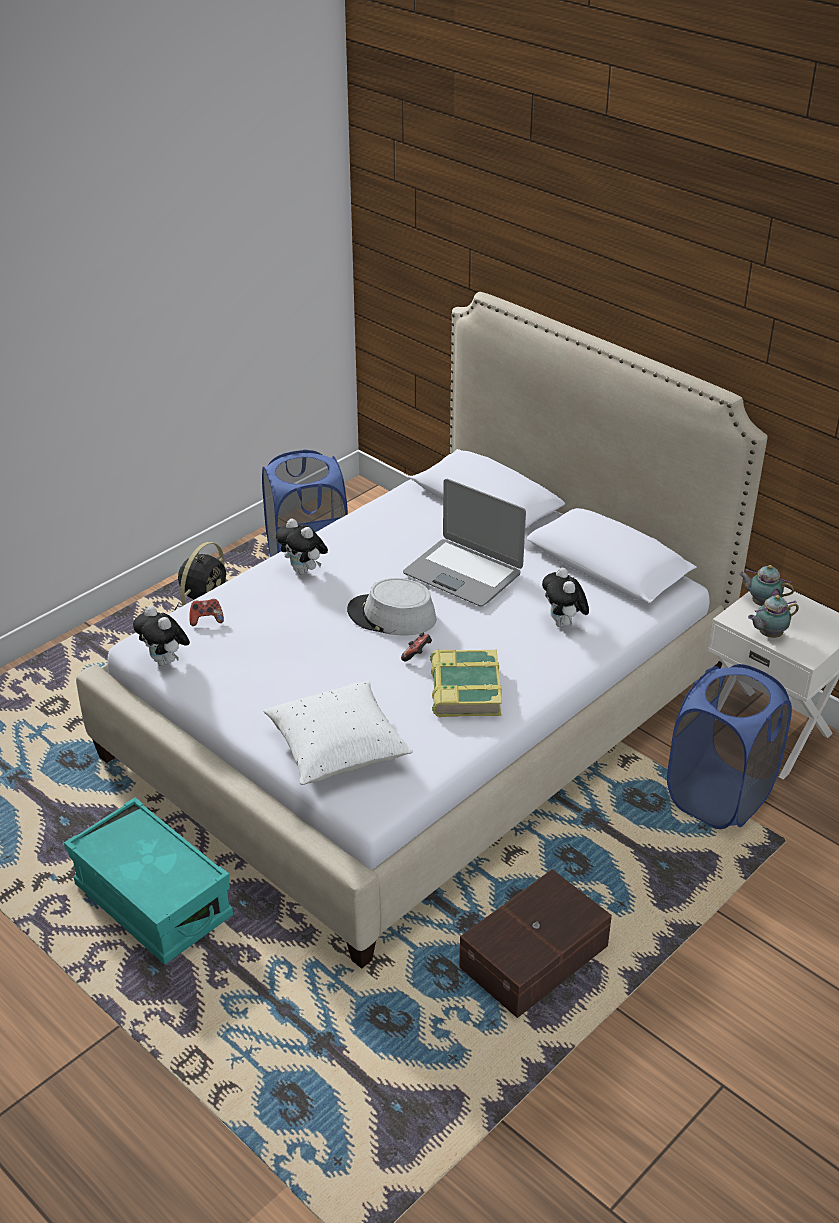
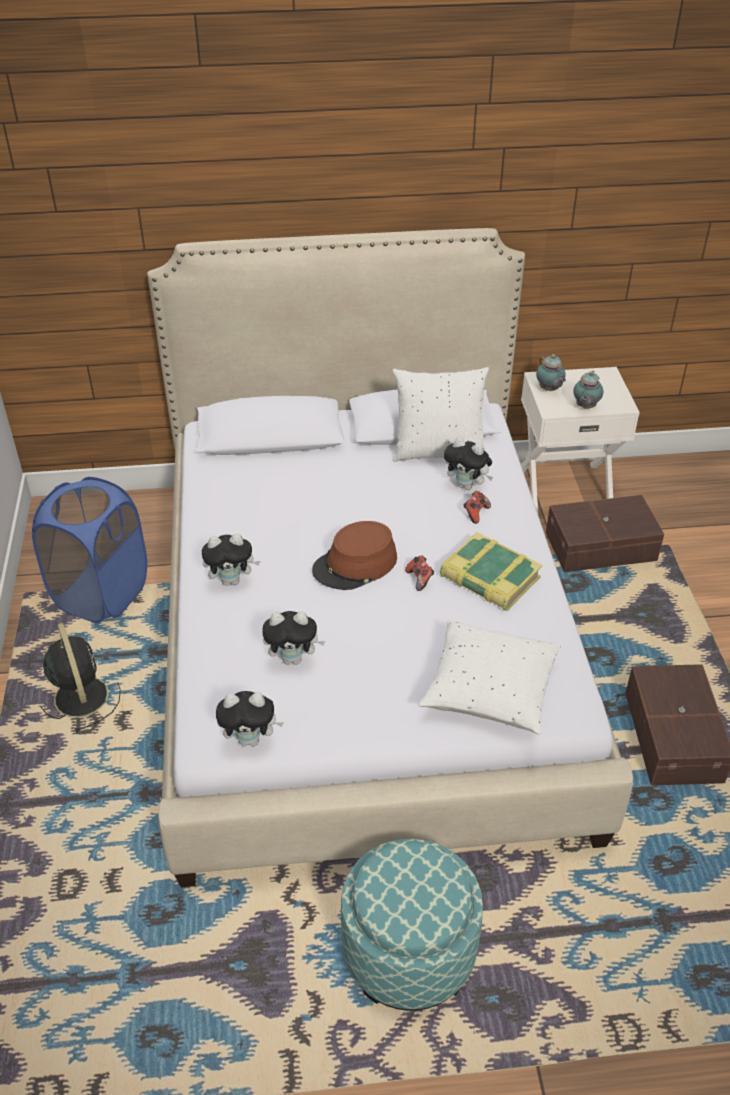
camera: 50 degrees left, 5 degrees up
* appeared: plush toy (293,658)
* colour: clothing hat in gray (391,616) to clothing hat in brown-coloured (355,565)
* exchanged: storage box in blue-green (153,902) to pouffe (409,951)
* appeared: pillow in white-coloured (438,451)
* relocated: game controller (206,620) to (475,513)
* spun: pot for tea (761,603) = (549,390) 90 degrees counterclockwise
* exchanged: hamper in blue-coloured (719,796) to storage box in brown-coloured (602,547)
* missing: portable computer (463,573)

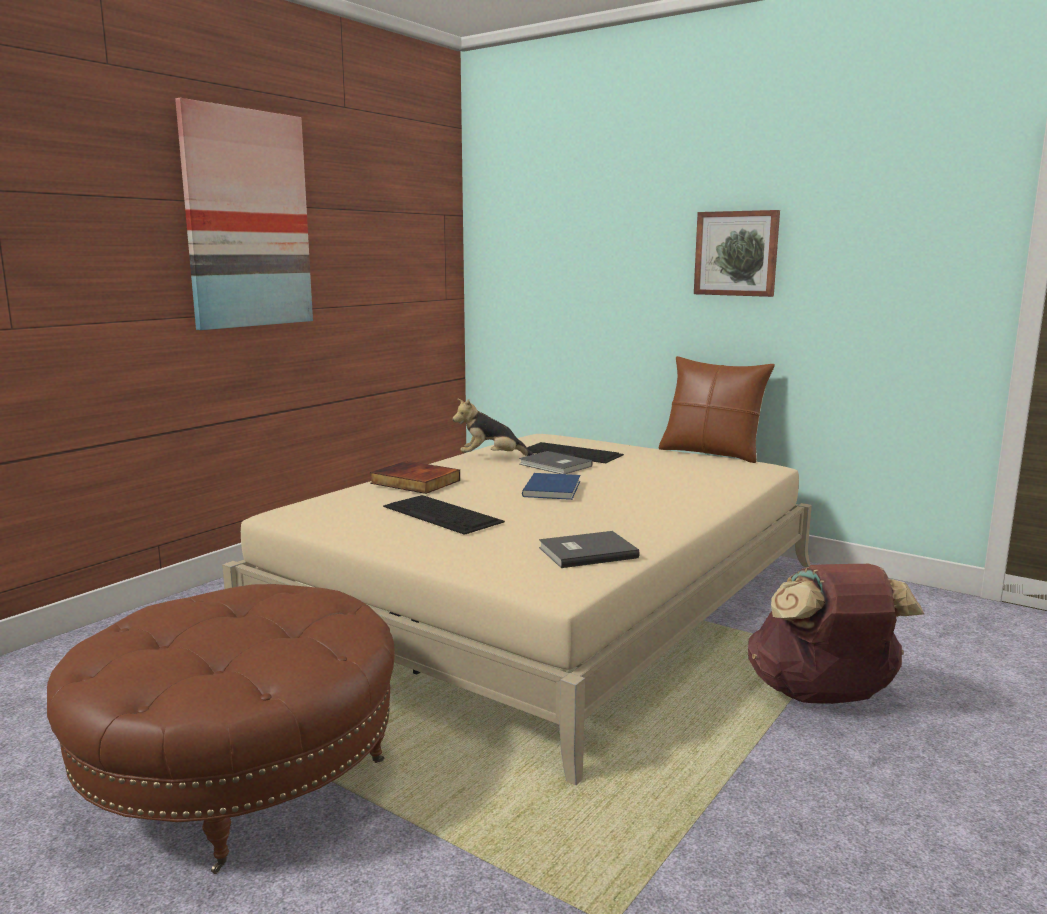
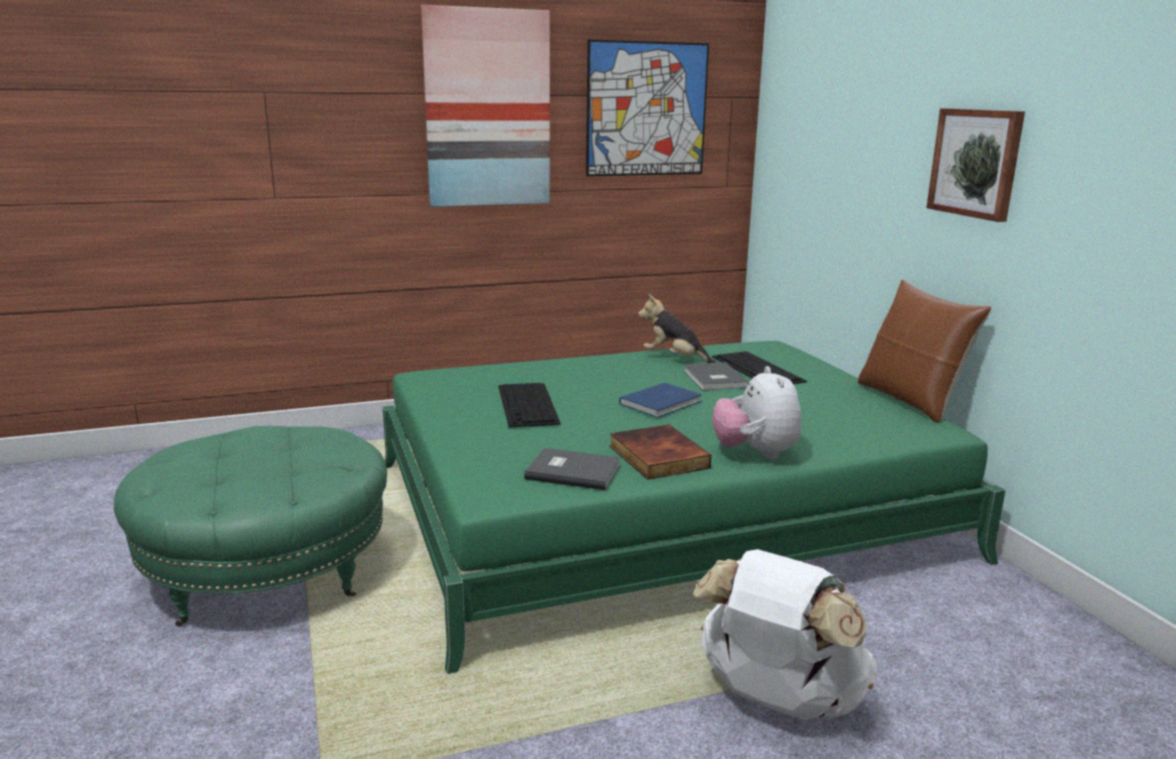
camera: 35 degrees right, 5 degrees up
* colour: pouffe in brown-coloured (241,776) to pouffe in greenish (267,570)
* colour: bedroom bed in beige-coloured (547,598) to bedroom bed in greenish (658,510)
* appeared: wall picture (646,109)
* relocated: volume (414,482) to (656,457)
* colour: backpack in brown-coloured (823,697) to backpack in white-coloured (778,699)
* appeared: plush toy (755,453)

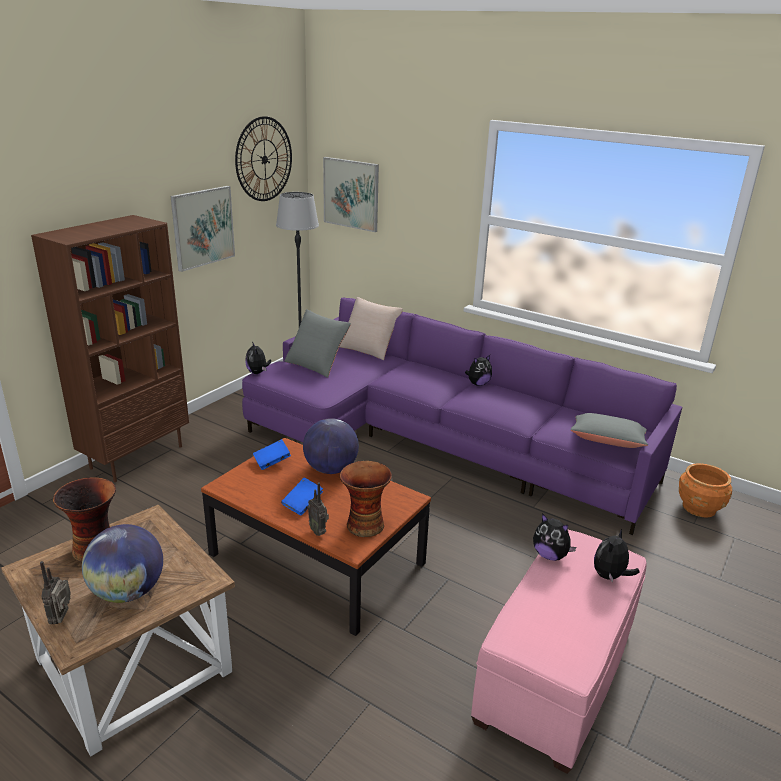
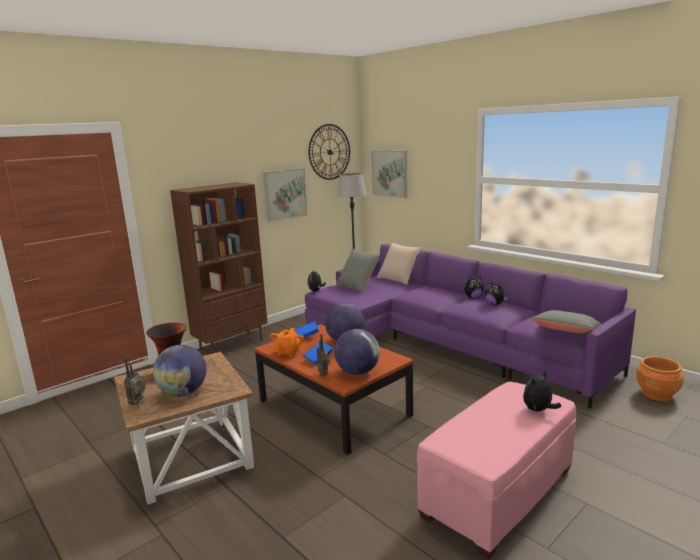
camera: 15 degrees right, 10 degrees down
* appeared: pot for tea in orangey (287,352)
* exchanged: vase (364,524) to world globe (357,372)
* relocated: plush toy (550,555) to (495,304)

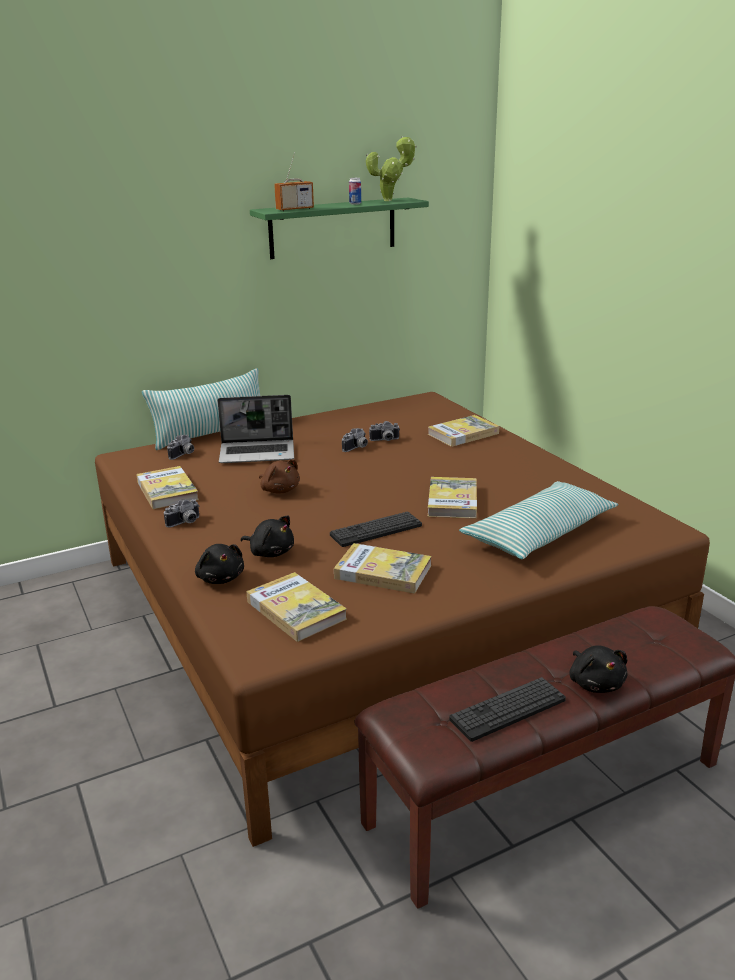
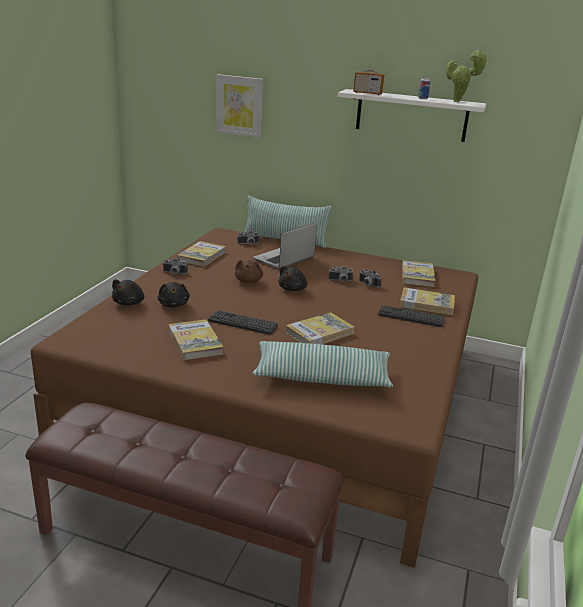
camera: 45 degrees right, 0 degrees up
* appeared: wall picture (239,105)
* spun: portable computer (258,453) = (283,259) 90 degrees clockwise
* relocated: plush toy in black (595,683) to (293,289)
* colour: wall shelf in greenish (333,228) to wall shelf in white-coloured (411,115)
* relocated: computer keyboard (508,709) to (411,317)
* relocated: volume (296,610) to (417,276)

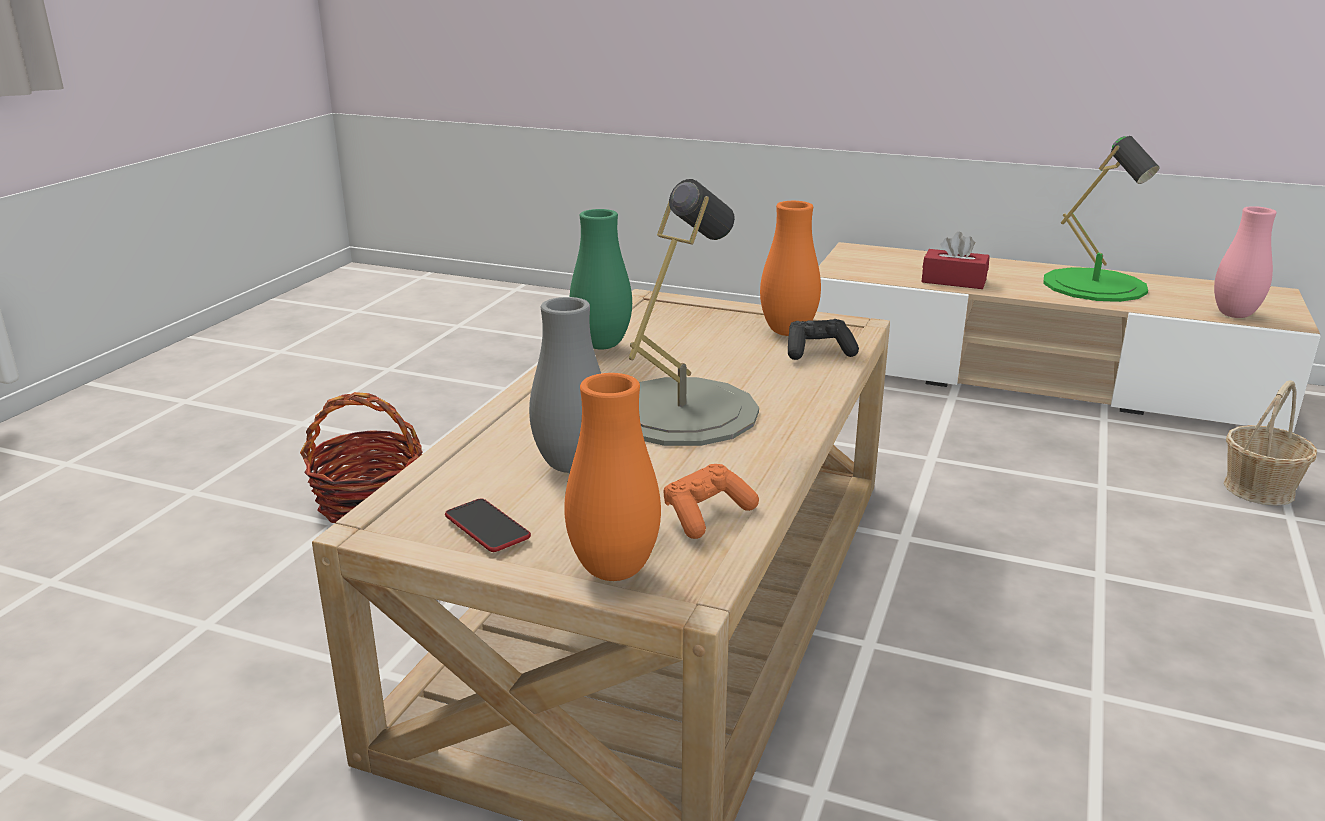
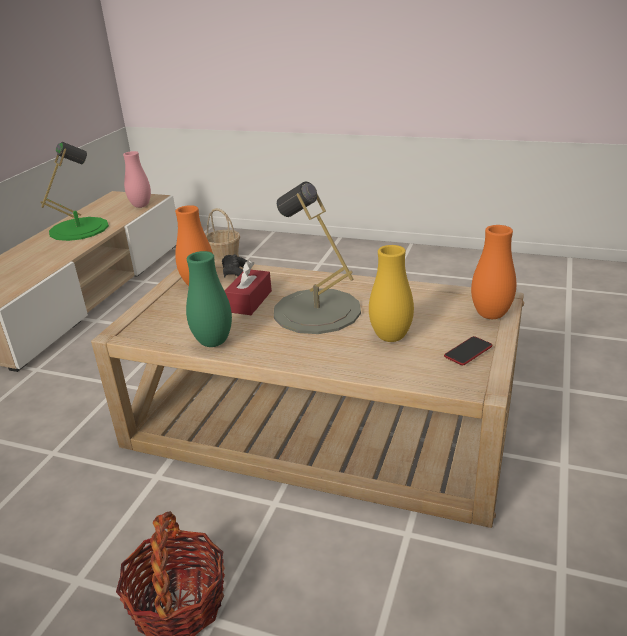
camera: 90 degrees left, 5 degrees up
* relocated: tissue box in reddish (953,281) to (249,301)
* colour: vase in gray (571,465) to vase in yellow (390,337)
* missing: game controller in orangey (706,515)

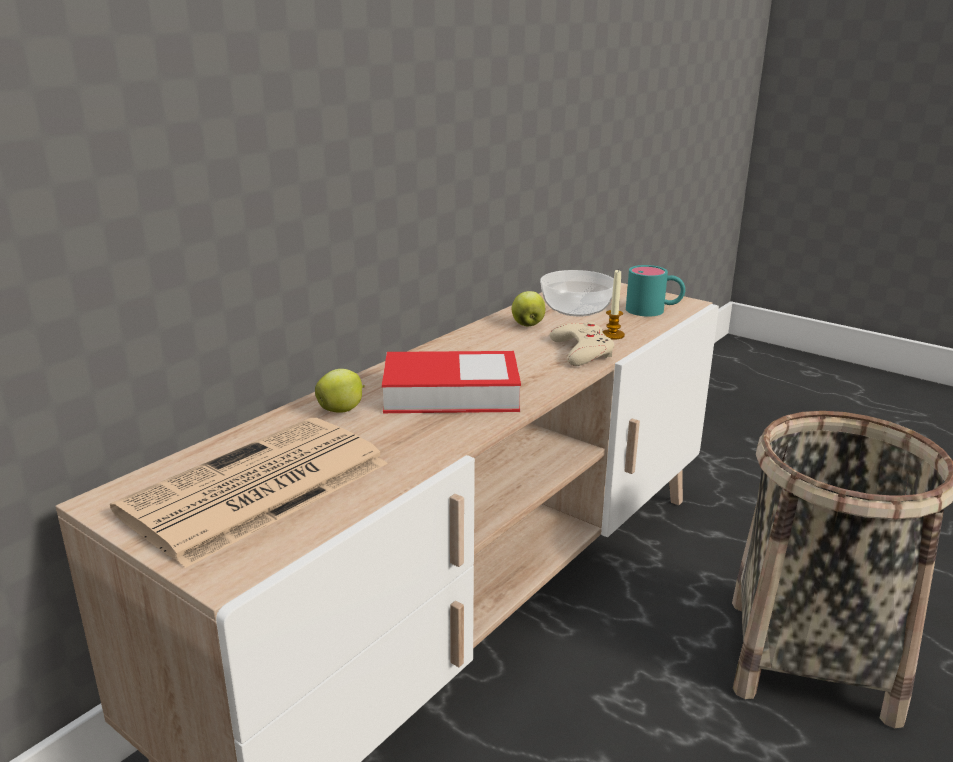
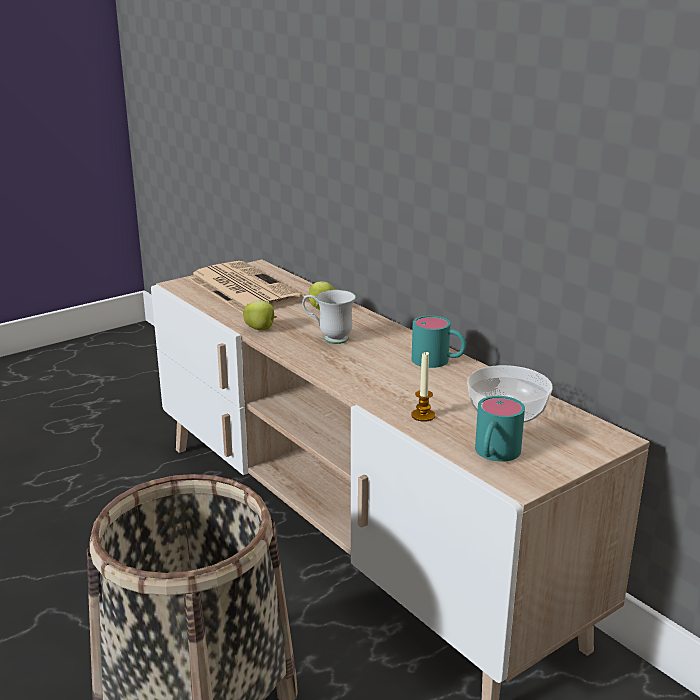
camera: 105 degrees right, 0 degrees up
* relocated: whole apple (528,325) to (261,329)
* exchanged: volume (451,393) to mug in white-coloured (328,338)
* appeared: mug in blue-green (438,361)
* missing: game controller in beige-coloured (582,351)

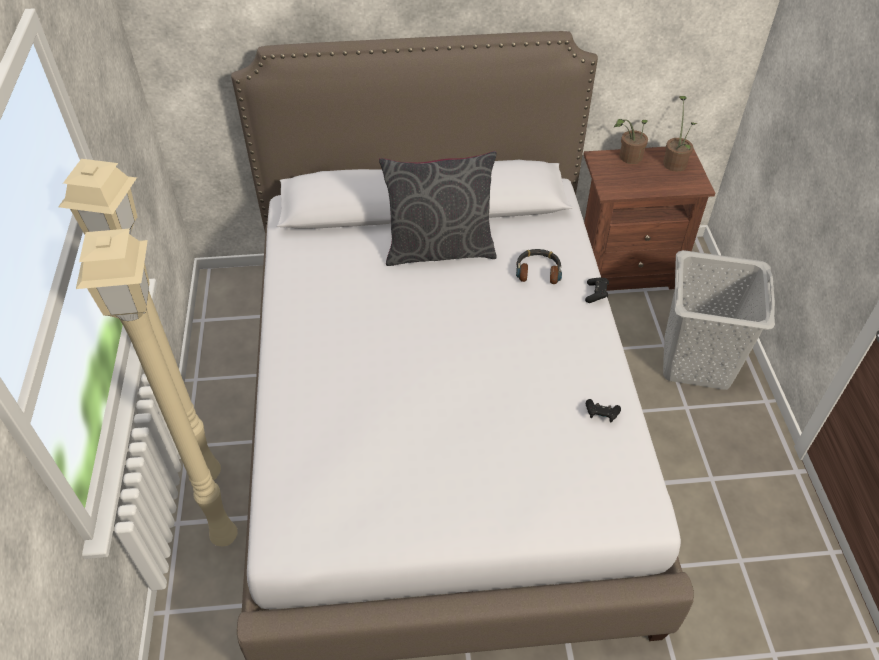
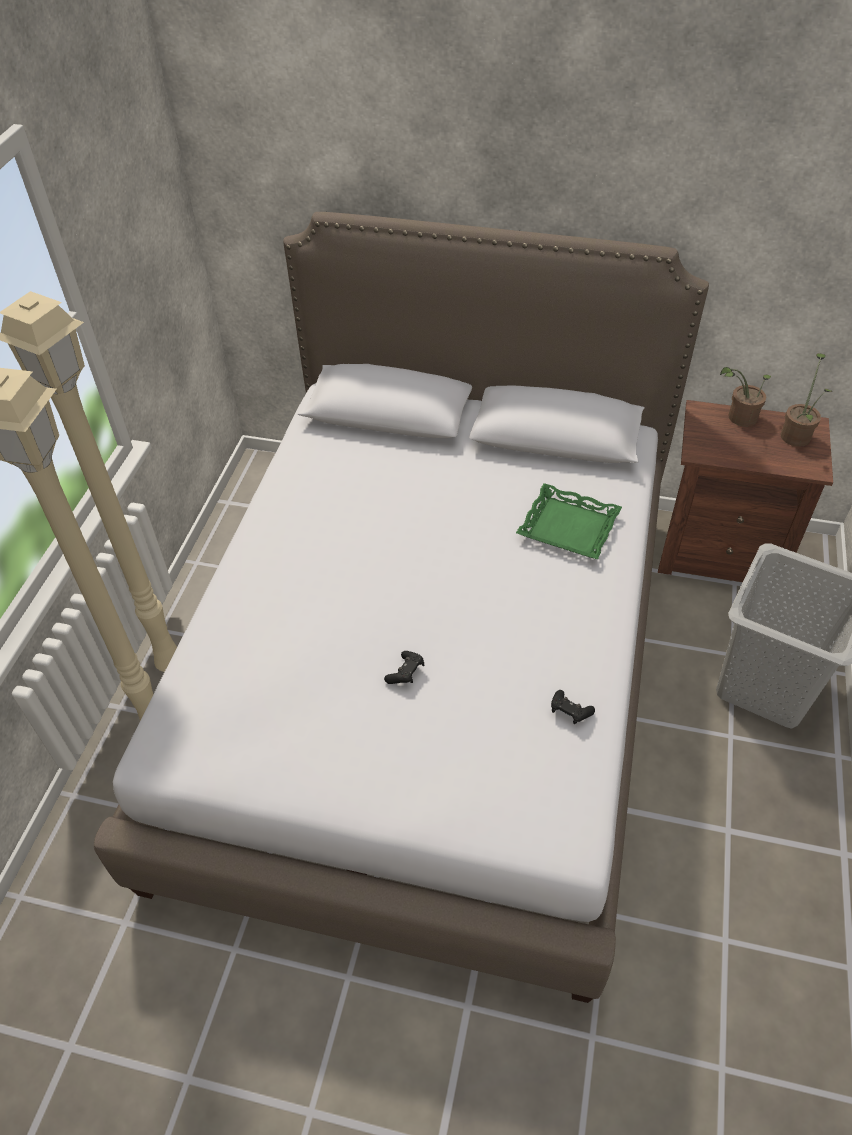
camera: 20 degrees right, 0 degrees up
* relocated: game controller in black (596,294) to (406,673)
* exchanged: headphones (538,271) to serving tray in greenish (569,527)
* missing: pillow in gray (439,249)

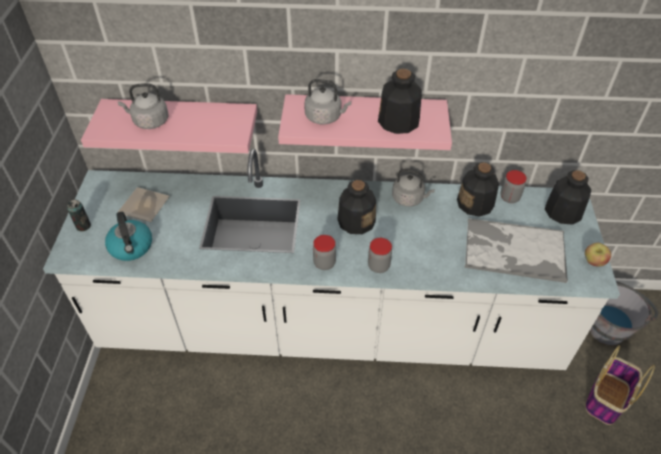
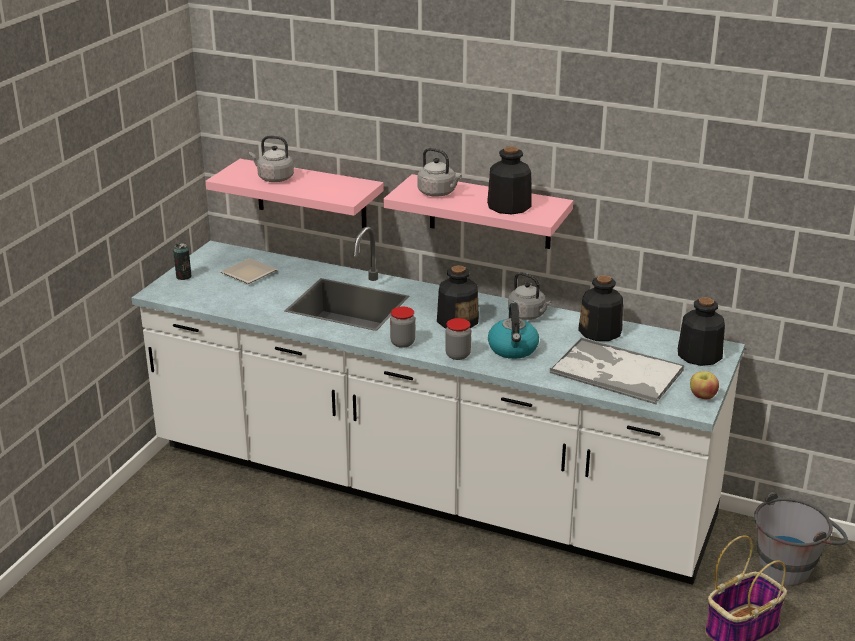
camera: 20 degrees right, 20 degrees down
* relocated: kettle (131,247) to (513,349)
* missing: preserve jar (509,197)

